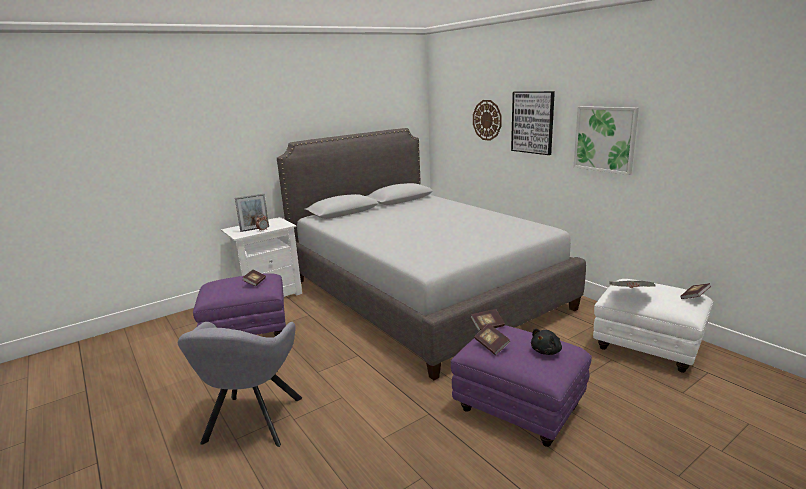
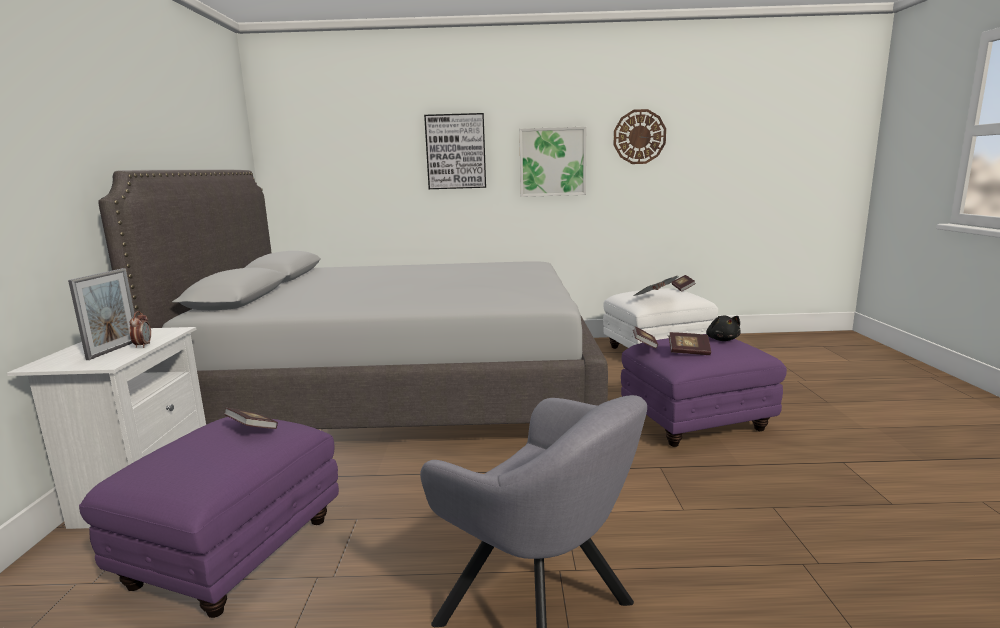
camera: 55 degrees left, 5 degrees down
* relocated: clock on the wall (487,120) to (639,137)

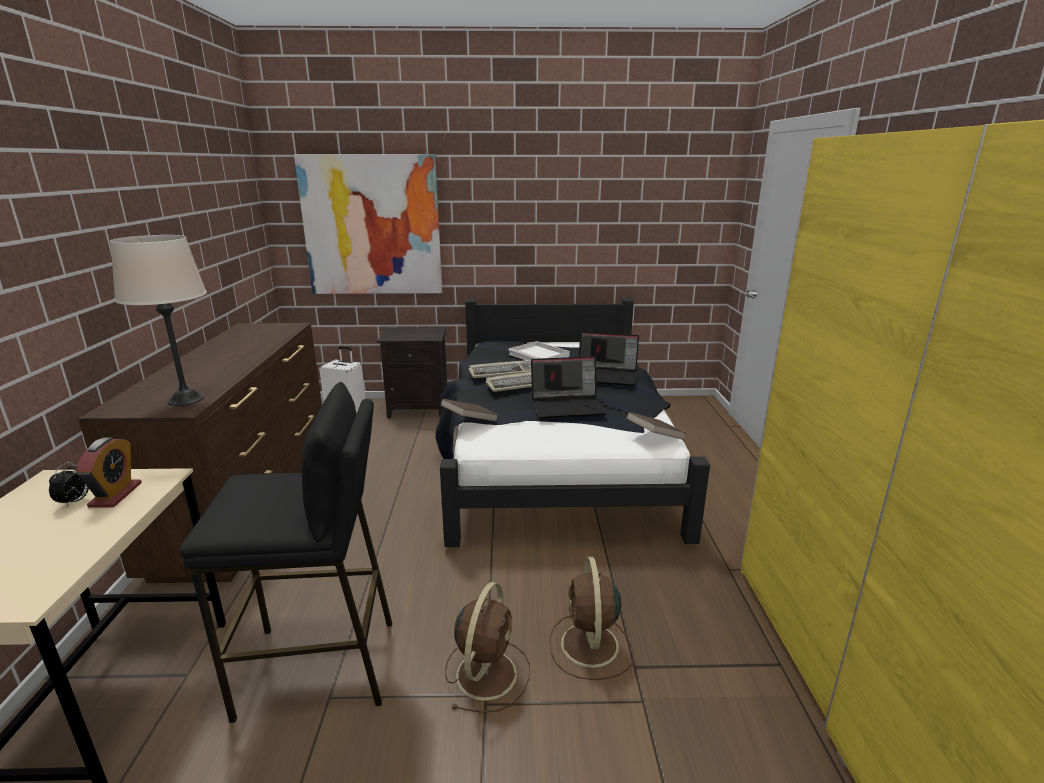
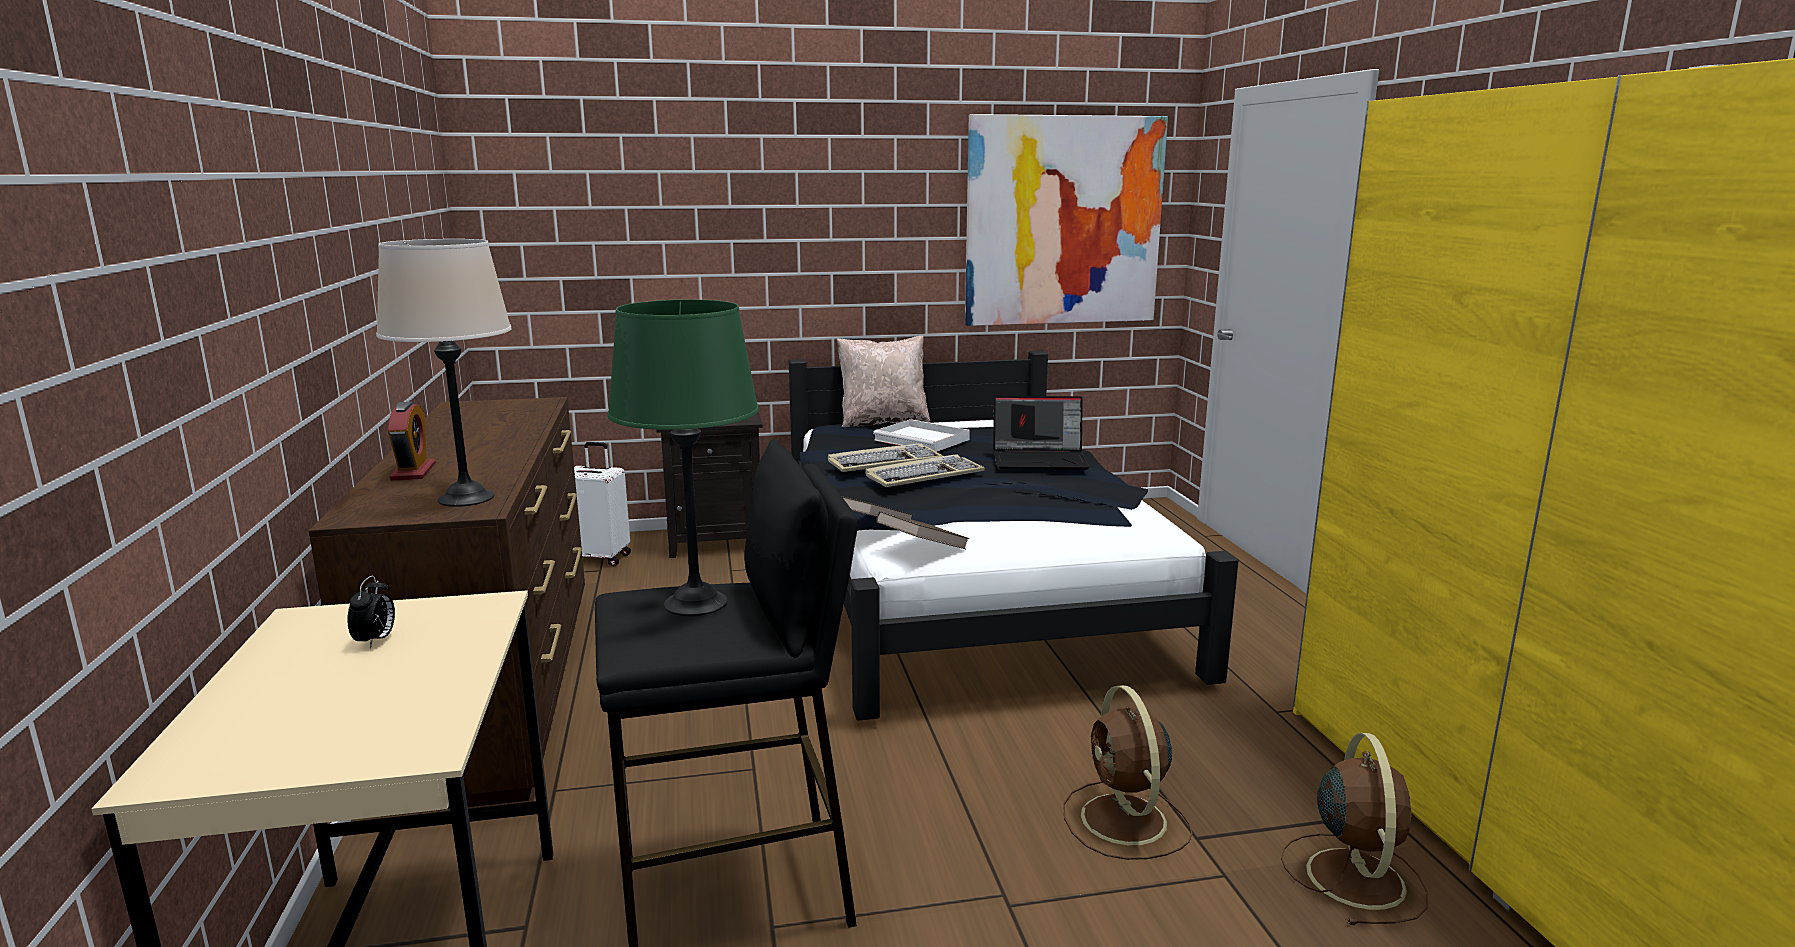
camera: 10 degrees left, 5 degrees down
* relocated: alarm clock (115,495) to (413,472)
* appeared: lamp for a table in greenish (695,603)
* appeared: pillow in beige-coloured (883,422)
* relocated: volume in brown-coloured (655,437) to (922,549)
* relocated: wall picture (372,226) to (1063,221)
* relocated: fan in brown-coloured (487,672) to (1354,875)
* missing: portable computer (568,406)

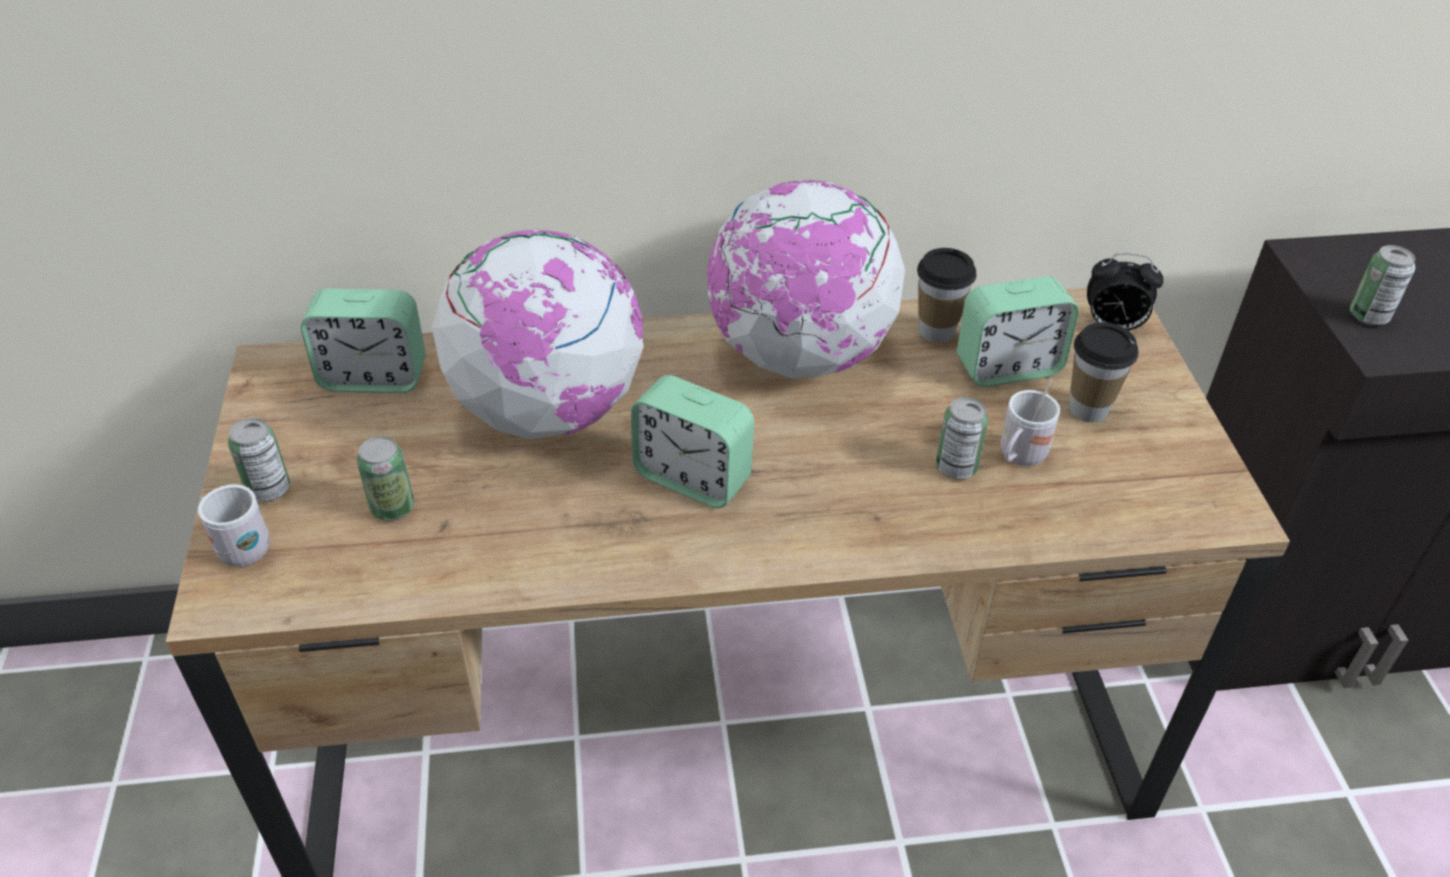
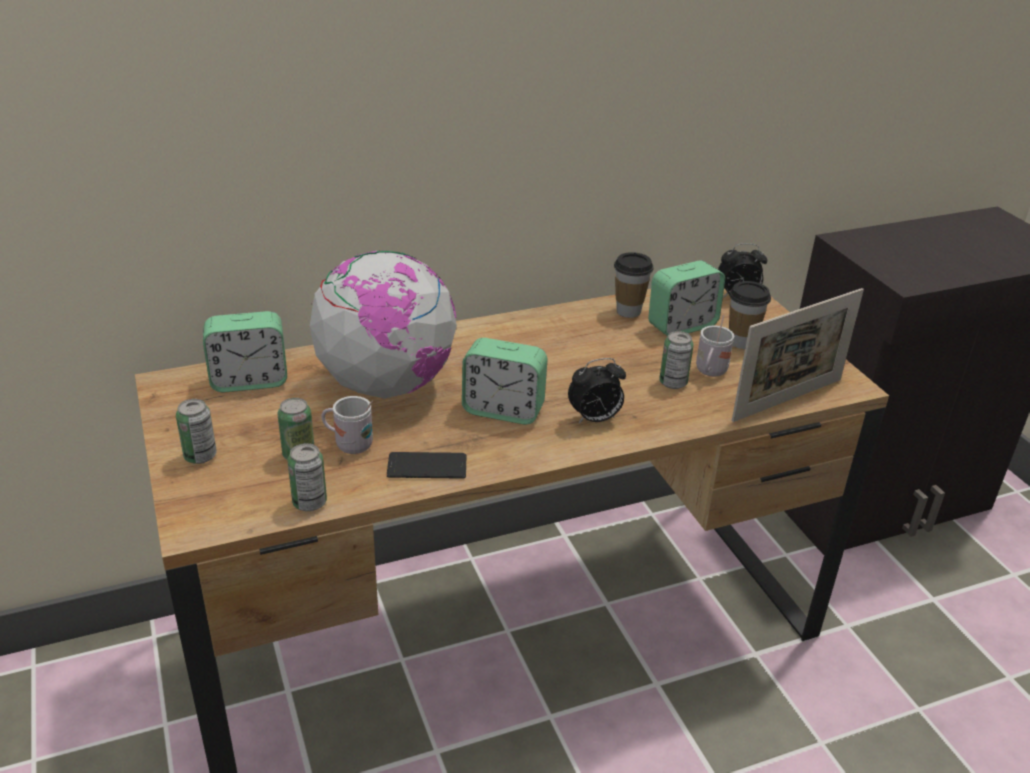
camera: 15 degrees left, 10 degrees down
* relocated: sealed can (1368,316) to (309,502)
* relocated: mug in white-coloured (239,547) to (349,444)
* appeared: phone (427,467)
* appeared: alarm clock (594,419)
* appeared: standing frame (787,400)
* missing: world globe (799,356)

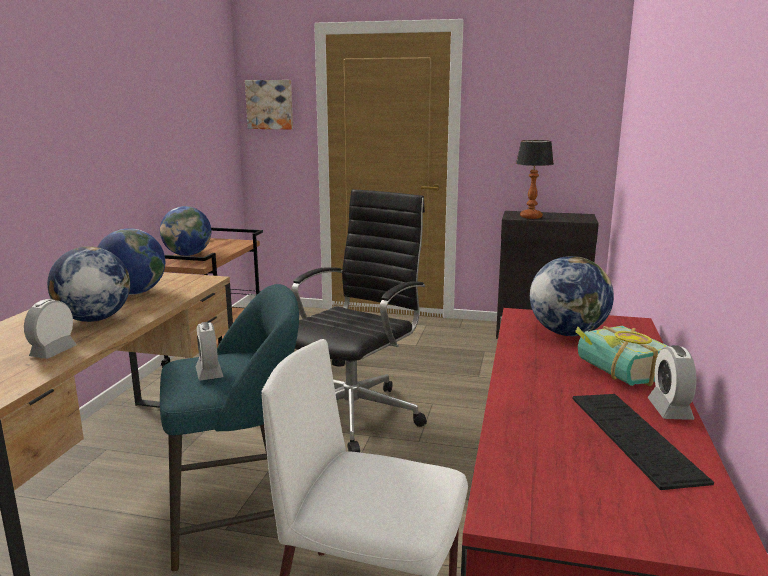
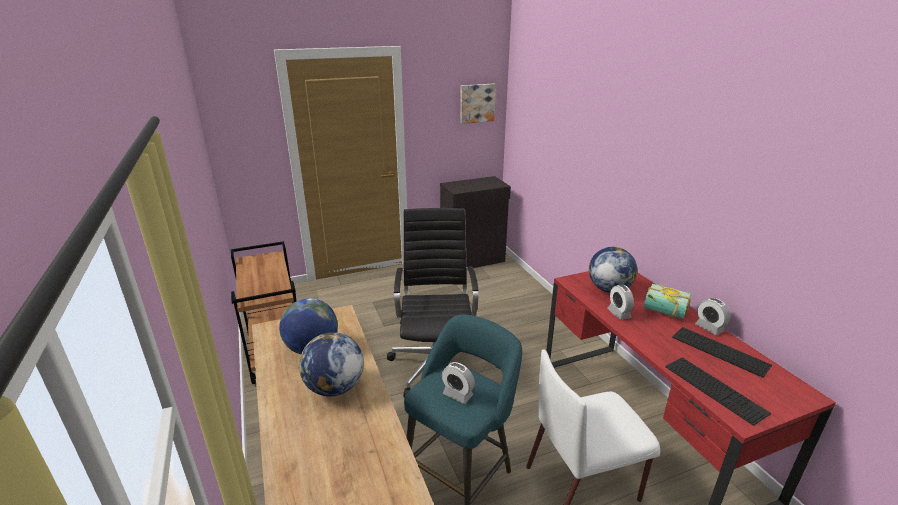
camera: 35 degrees left, 10 degrees up
* relocated: wall picture (270,104) to (476,103)
* relocated: alarm clock (53,352) to (619,313)
* appeared: computer keyboard (714,389)
* missing: world globe (188,255)
* missing: lamp for a table (531,217)

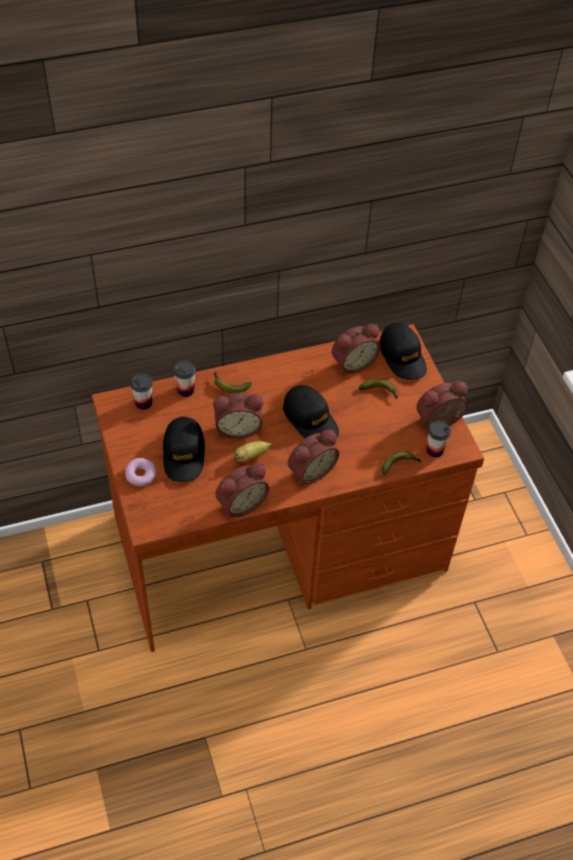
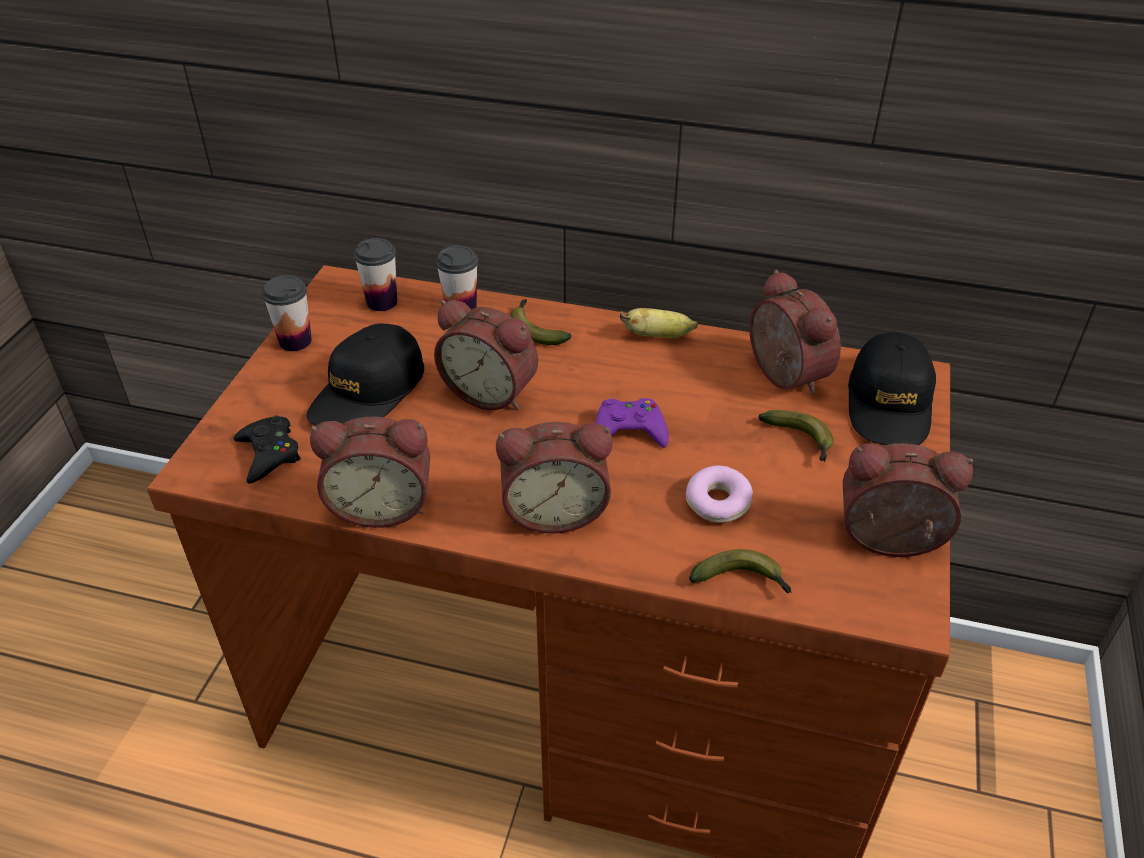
camera: 35 degrees right, 10 degrees down
* appeared: game controller in black (269,454)
* relocated: cup (434,450) to (295,341)
* exchanged: cap in black (310,419) to game controller in purple-coloured (629,430)
* relocated: banana (251,456) to (658,336)
* relocated: donut (140,475) to (717,502)
* spun: alarm clock (352,362) = (782,377) 120 degrees counterclockwise

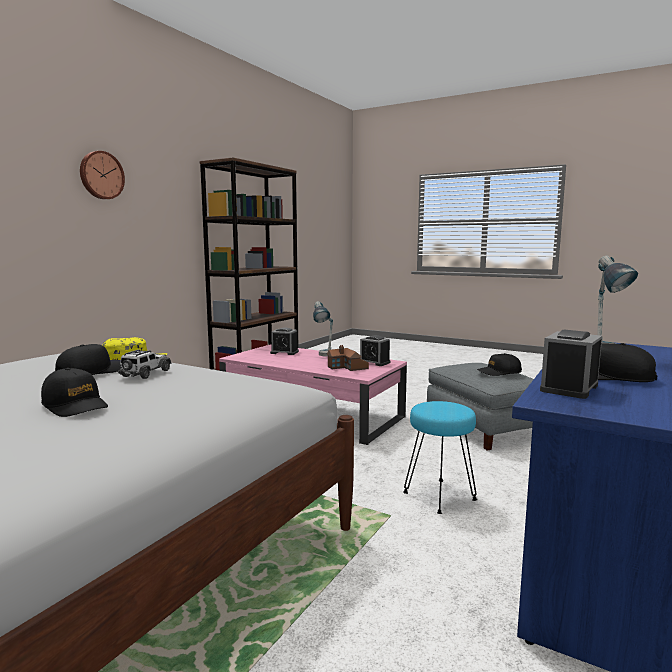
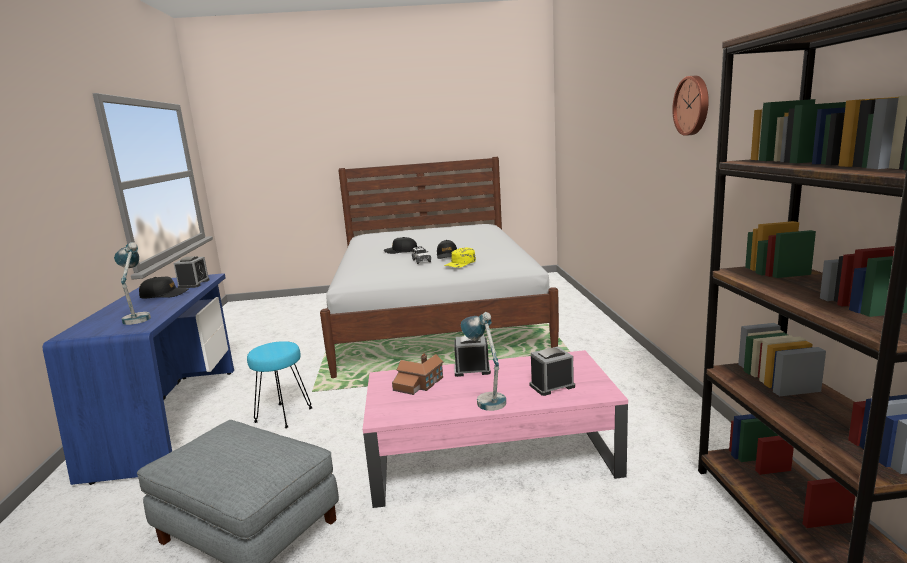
camera: 145 degrees right, 5 degrees up
* relocated: alarm clock (374,362) to (472,370)
* missing: cap in black (499,372)

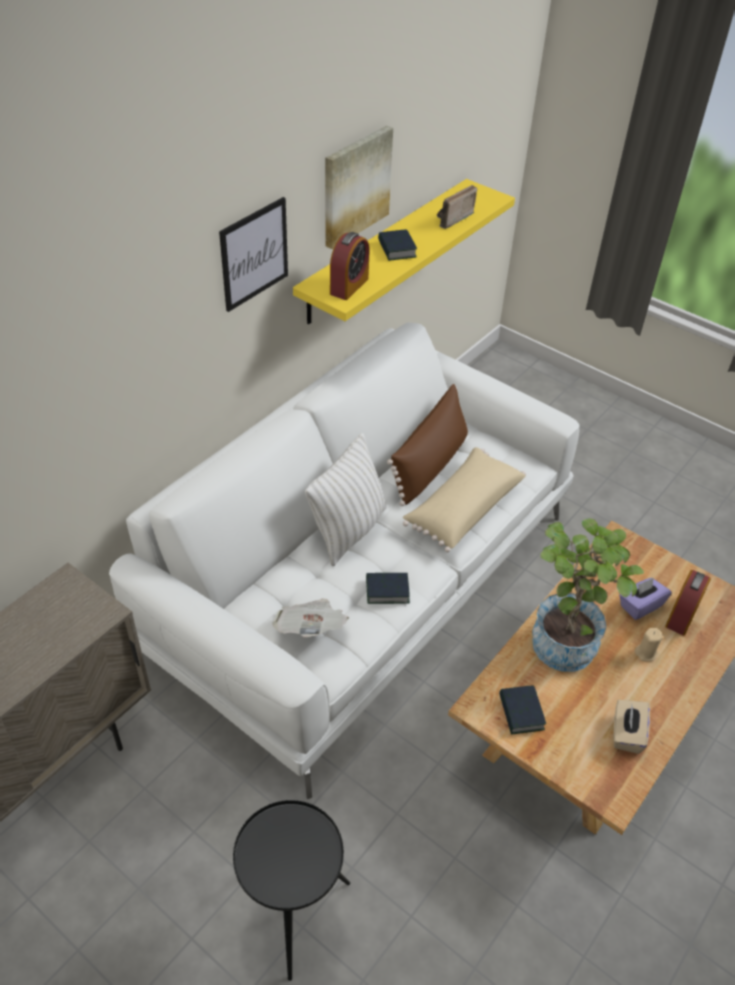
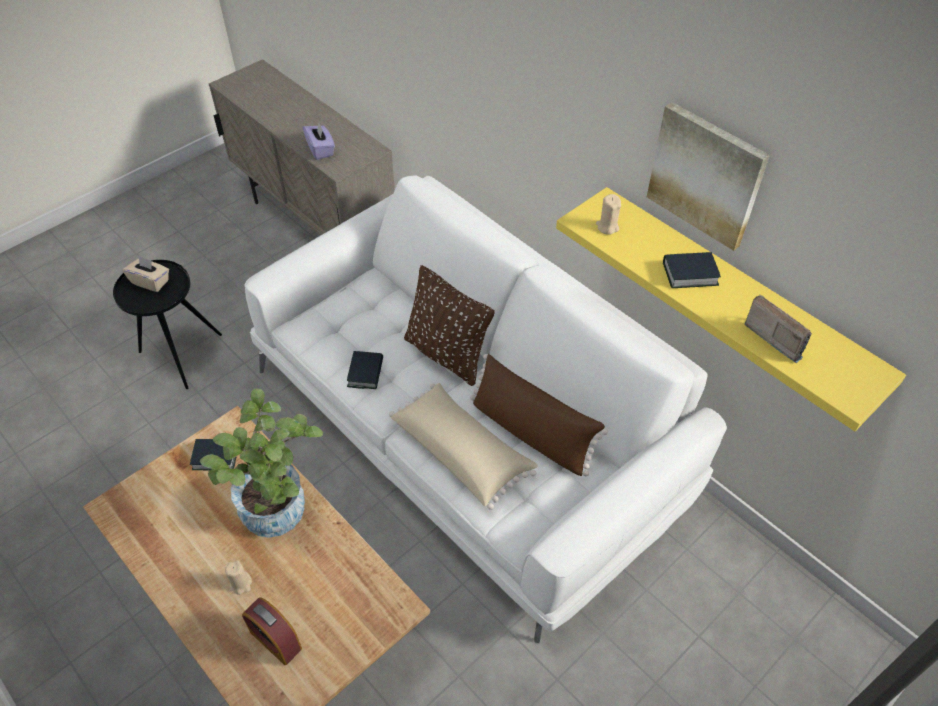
camera: 100 degrees right, 5 degrees up
* relocated: tissue box in beige-coloured (626,734) to (151,282)
* relocated: tissue box in purple-coloured (640,606) to (321,150)
* colour: pillow in white-coloured (348,530) to pillow in brown-coloured (447,354)
* exchanged: alarm clock (349,286) to wax light in beige-coloured (607,227)
* missing: wall picture (254,254)
* missing: daily paper (311,629)

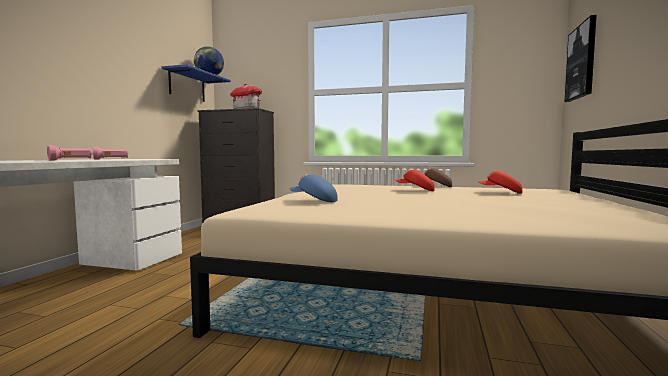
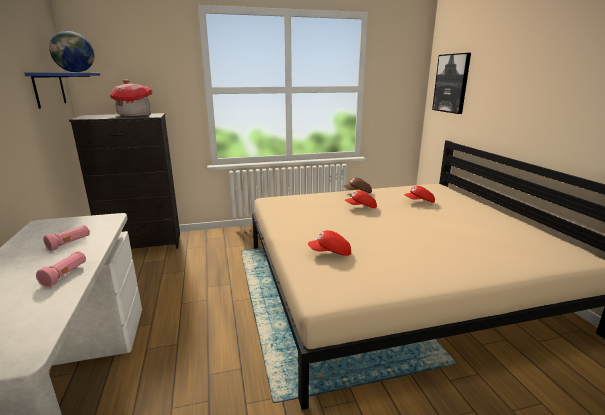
camera: 30 degrees left, 15 degrees up
* colour: cap in blue-coloured (314,201) to cap in reddish (330,253)

